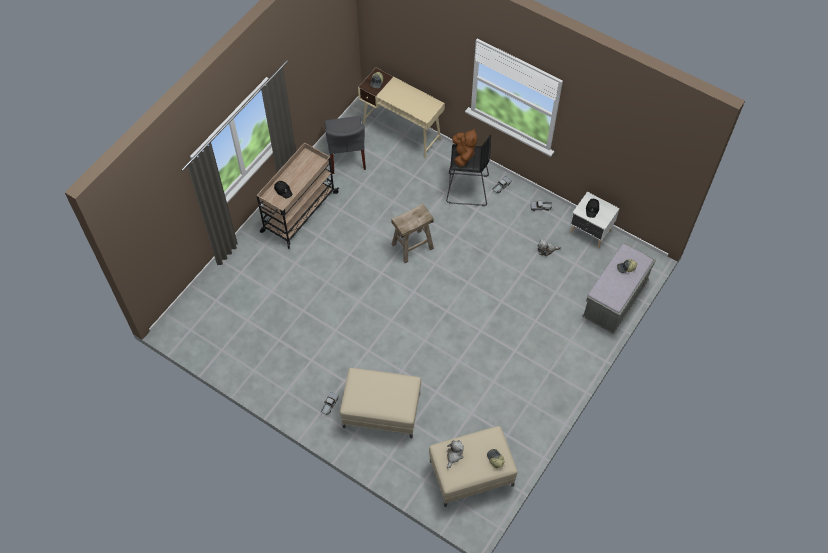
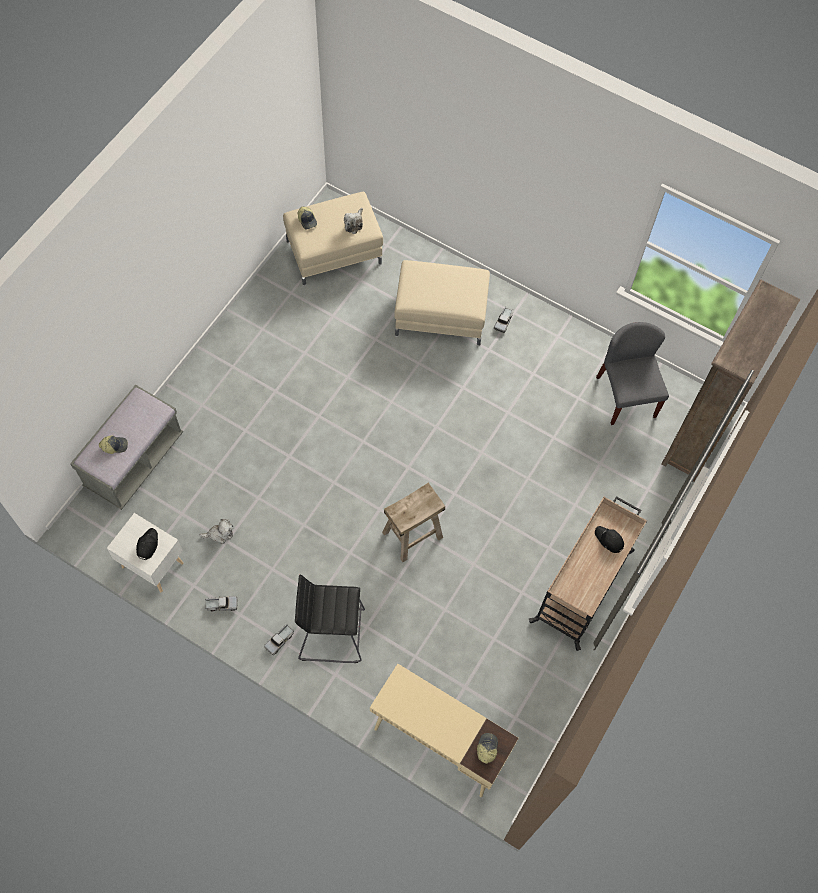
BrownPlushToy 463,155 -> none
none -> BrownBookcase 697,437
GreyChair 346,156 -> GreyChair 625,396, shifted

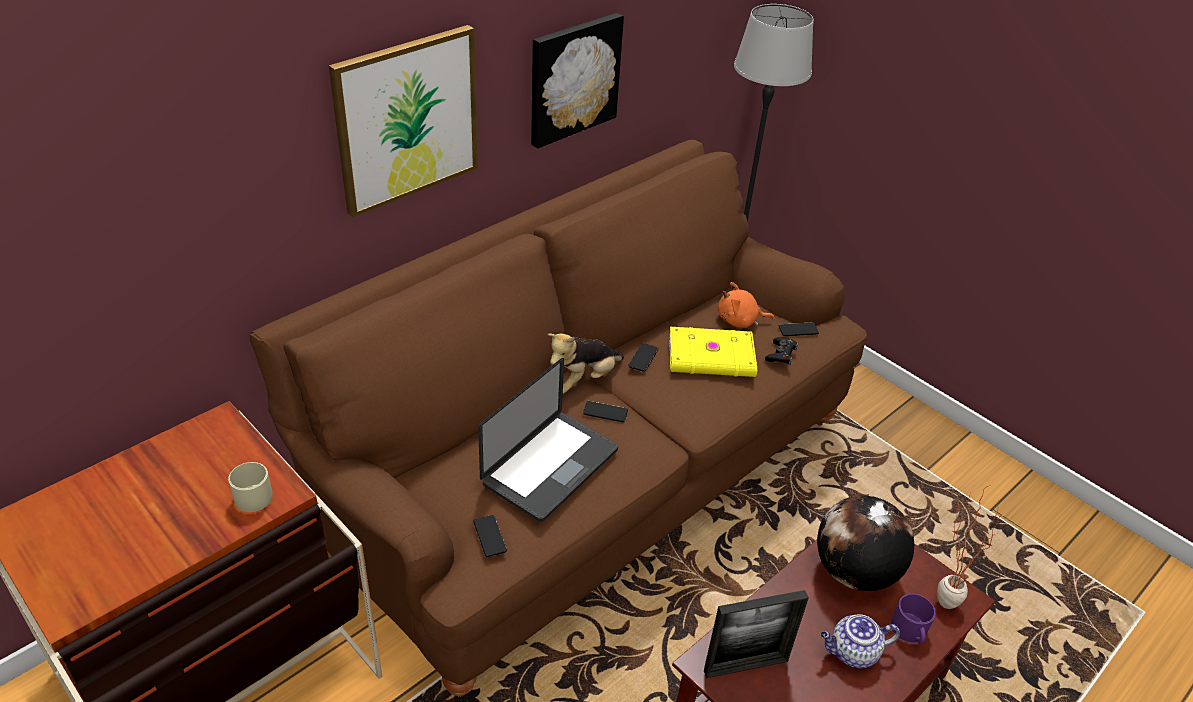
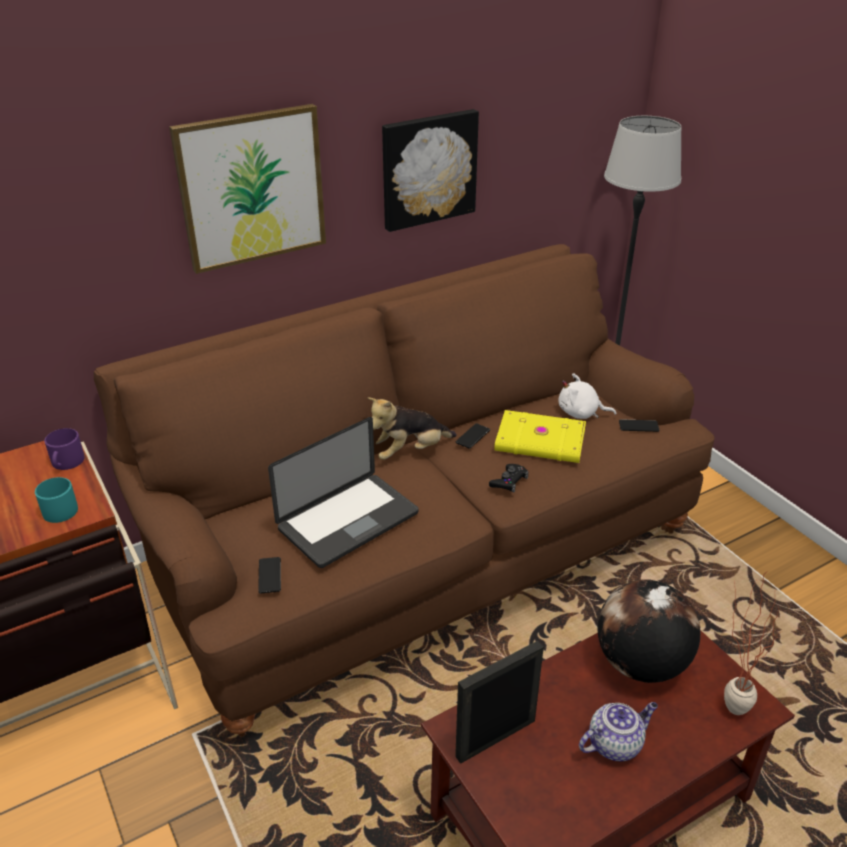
Phone 605,412 -> none
BlackGameController 781,354 -> BlackGameController 509,481, shifted
PurpleMug 910,631 -> PurpleMug 66,463, shifted
BeigeMug 252,494 -> TurquoiseMug 60,508
OrangePlushToy 740,321 -> WhitePlushToy 581,413
PictureFrame 745,666 -> PictureFrame 495,738, 150 degrees clockwise
Teapot 852,653 -> Teapot 615,743, 150 degrees clockwise

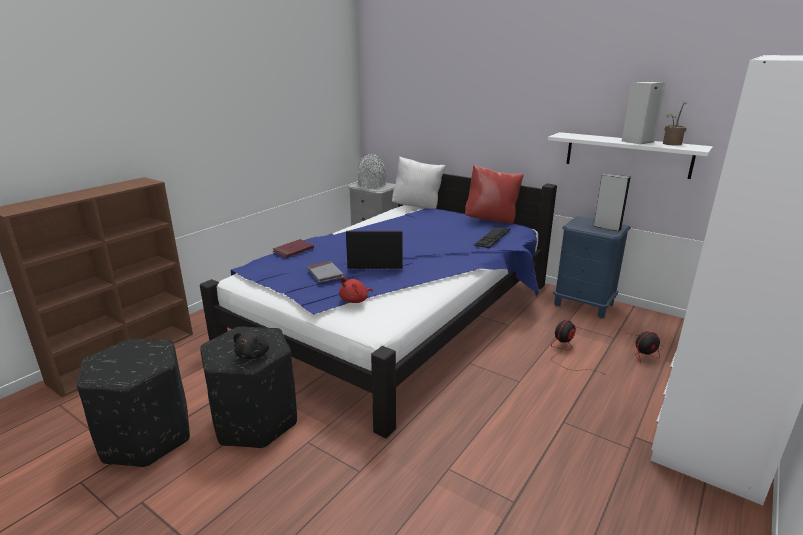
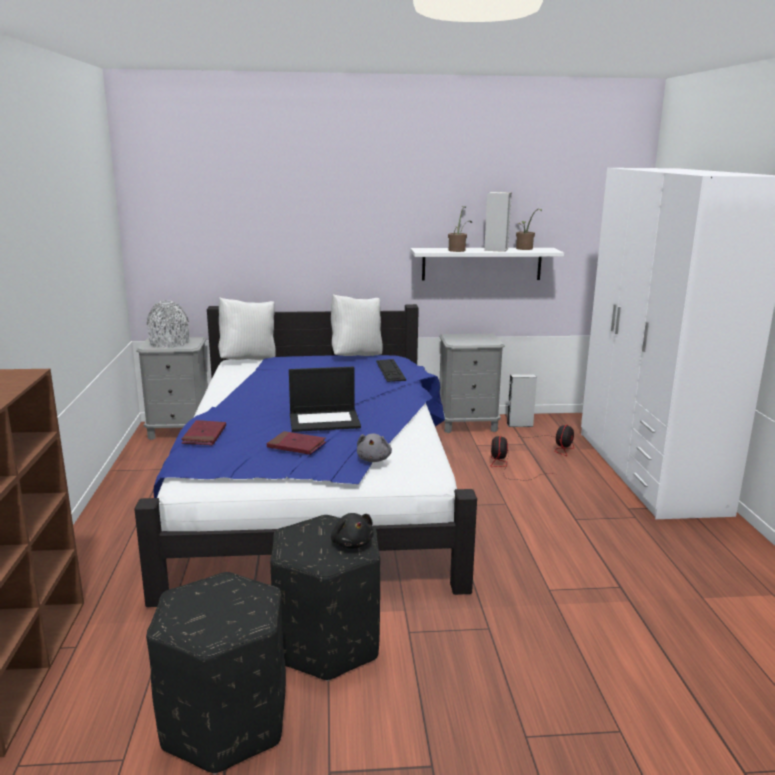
none -> PottedPlant 458,250
GreySpeaker 607,227 -> GreySpeaker 520,425, shifted
GreyBook 325,274 -> RedBook 296,446
RedPlushToy 355,300 -> GreyPlushToy 374,459
RedPillow 491,220 -> WhitePillow 356,356
BlueNightstand 583,304 -> GreyNightstand 468,425
Laptop 375,262 -> Laptop 325,420, 150 degrees counterclockwise

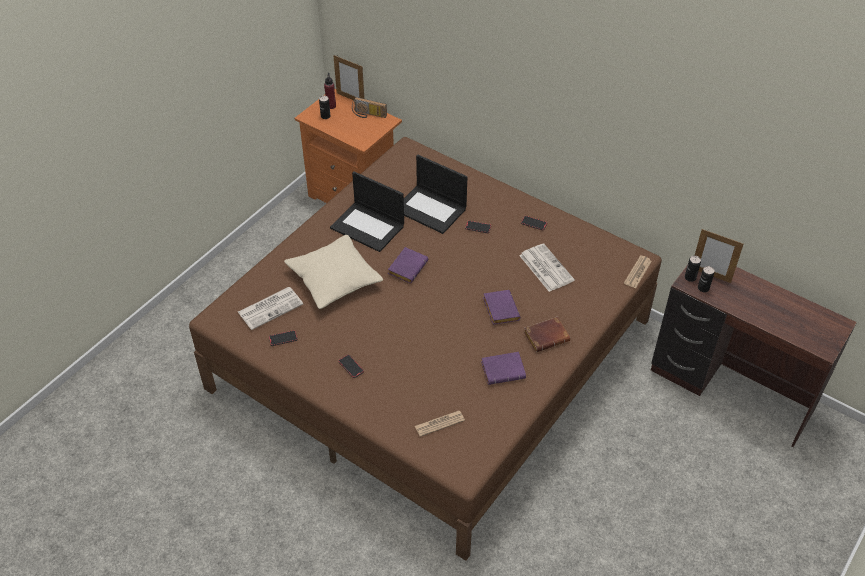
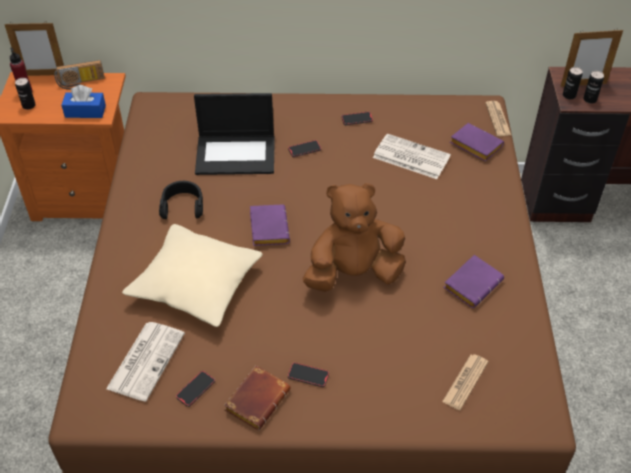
none -> BlueTissueBox 85,111
none -> BrownPlushToy 353,273
PurpleBook 499,309 -> PurpleBook 474,145, shifted
BrownBook 546,336 -> BrownBook 257,399, shifted
Laptop 368,227 -> BlackHeadphones 182,205

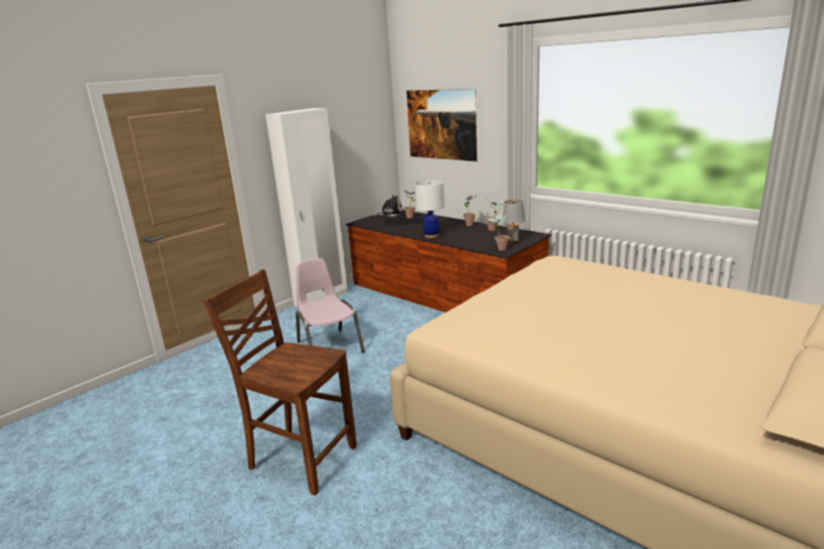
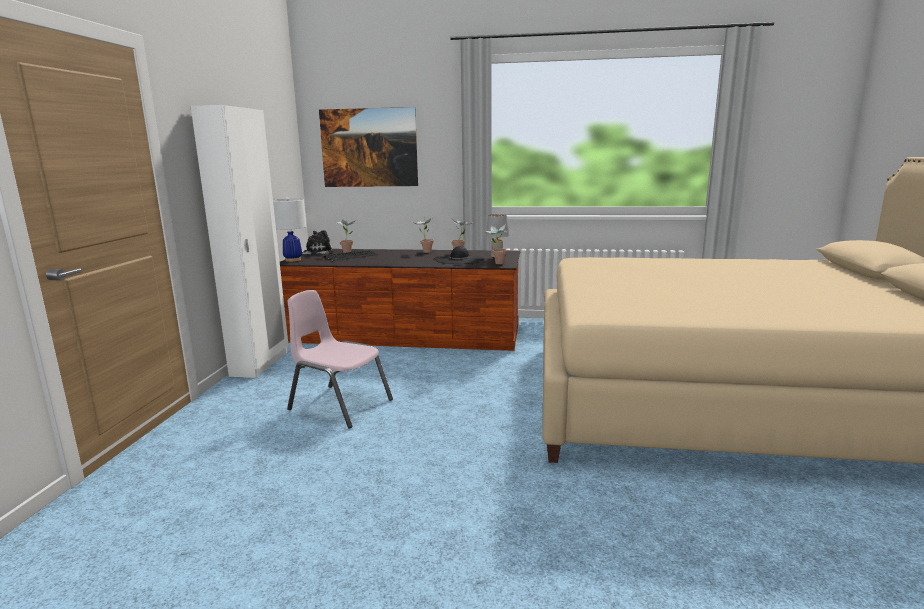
BrownChair 300,458 -> none
none -> BlackHat 460,260
WhiteTableLamp 431,236 -> WhiteTableLamp 293,260, shifted

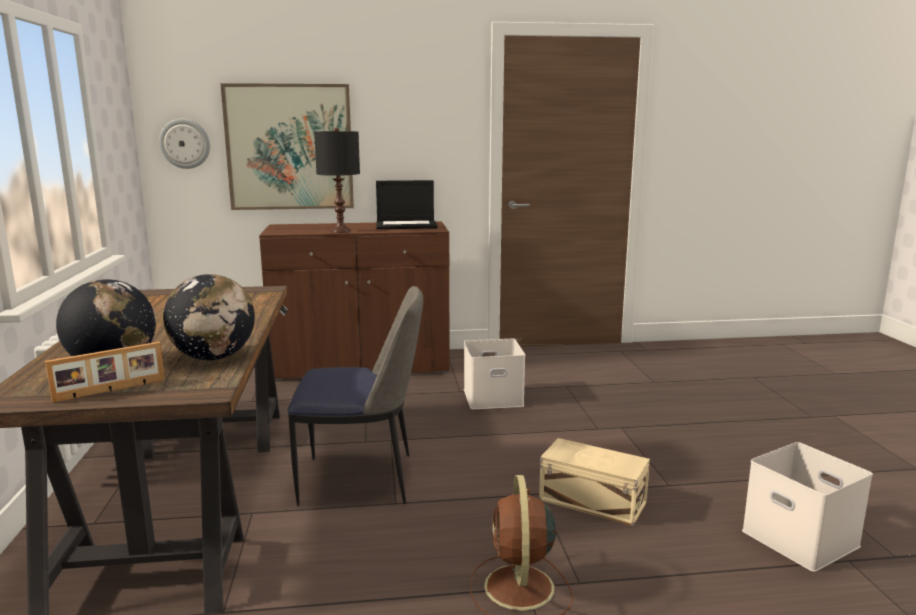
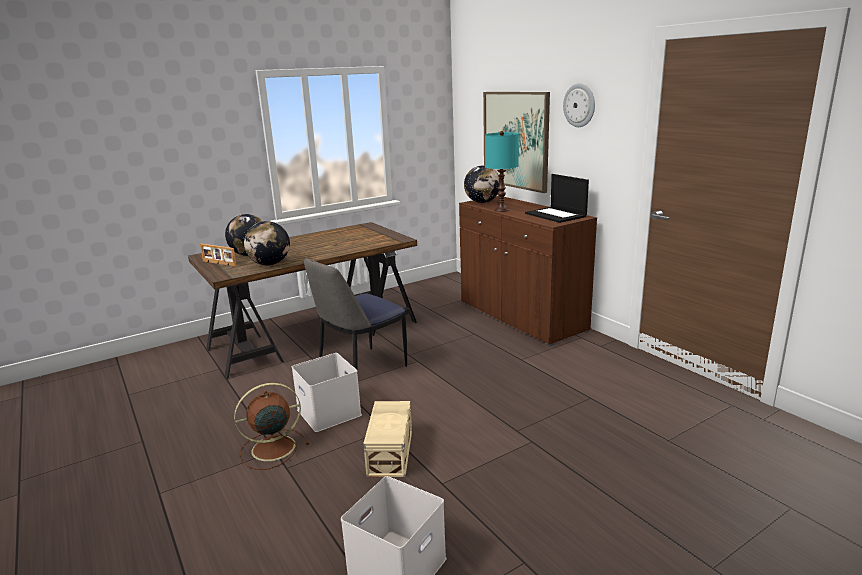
none -> Globe 482,202
WallClock 185,143 -> WallClock 579,105, shifted
WhiteStorageBox 494,397 -> WhiteStorageBox 330,412, shifted
BlackTableLamp 340,231 -> TurquoiseTableLamp 501,210
Chair 361,479 -> Chair 360,369, 75 degrees clockwise

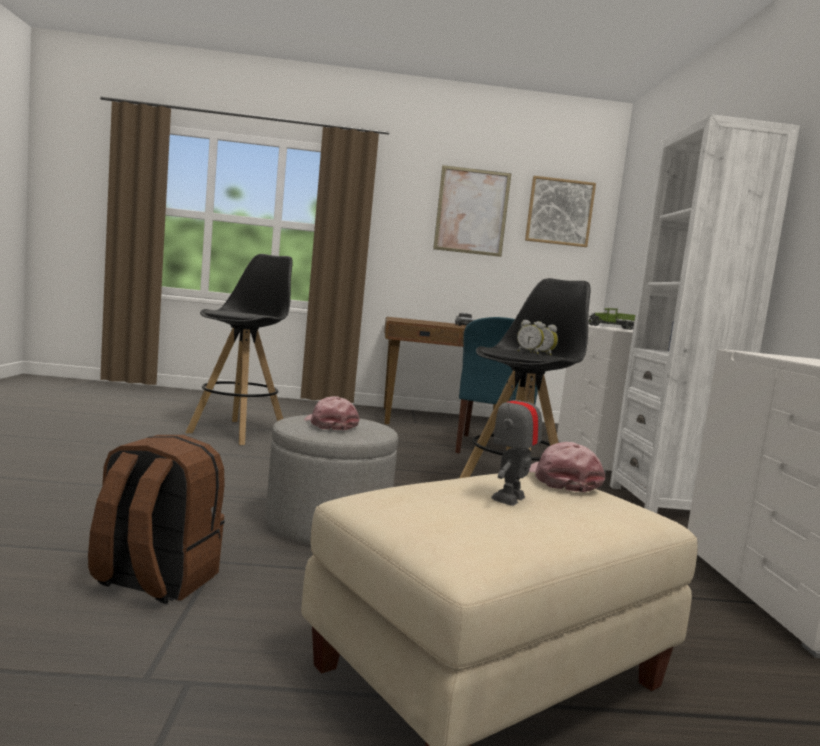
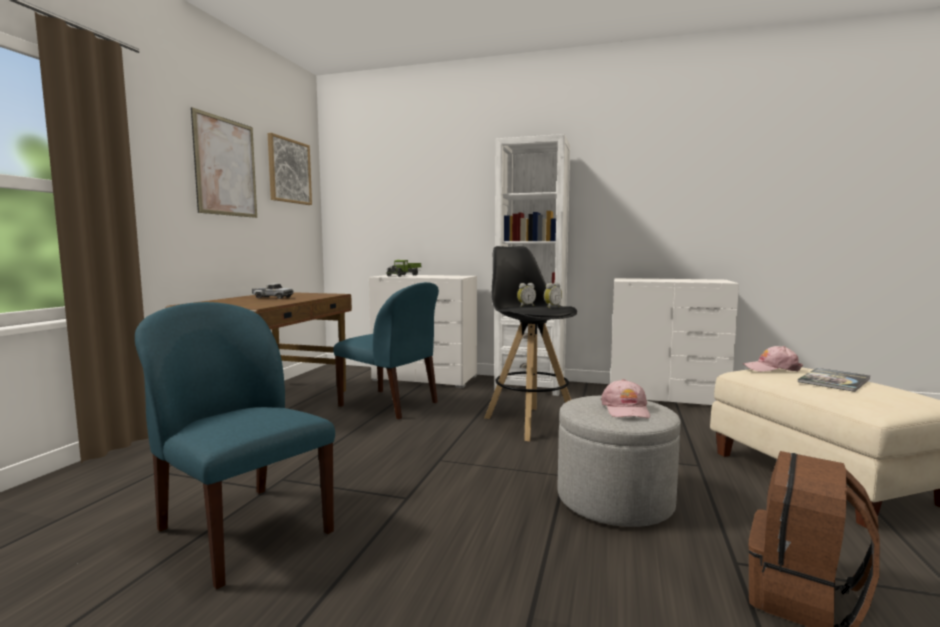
BlackStool 239,431 -> BlueChair 242,530
ToyRobot 509,498 -> Book 834,381
PinkCap 330,424 -> PinkCap 626,409, 75 degrees counterclockwise

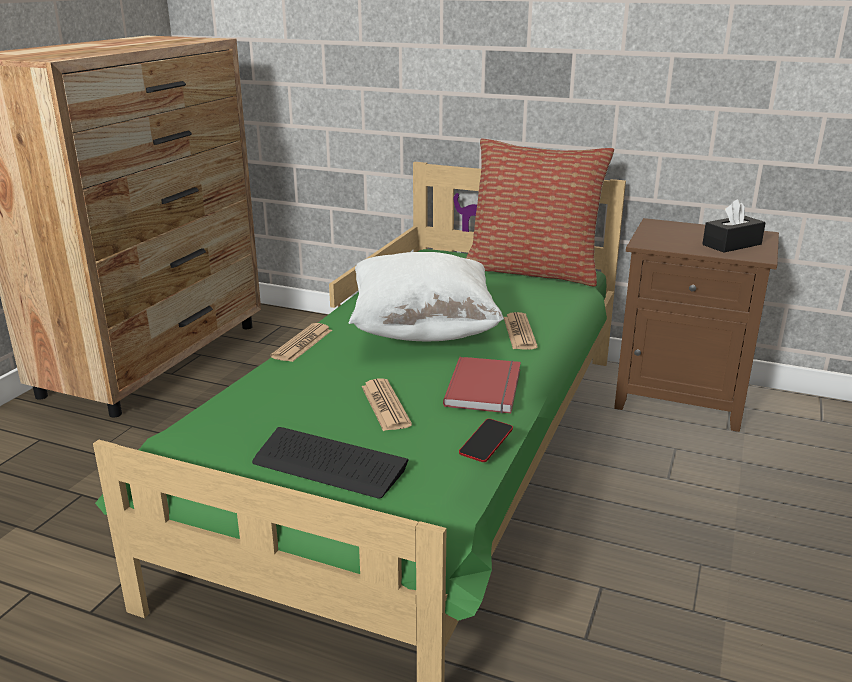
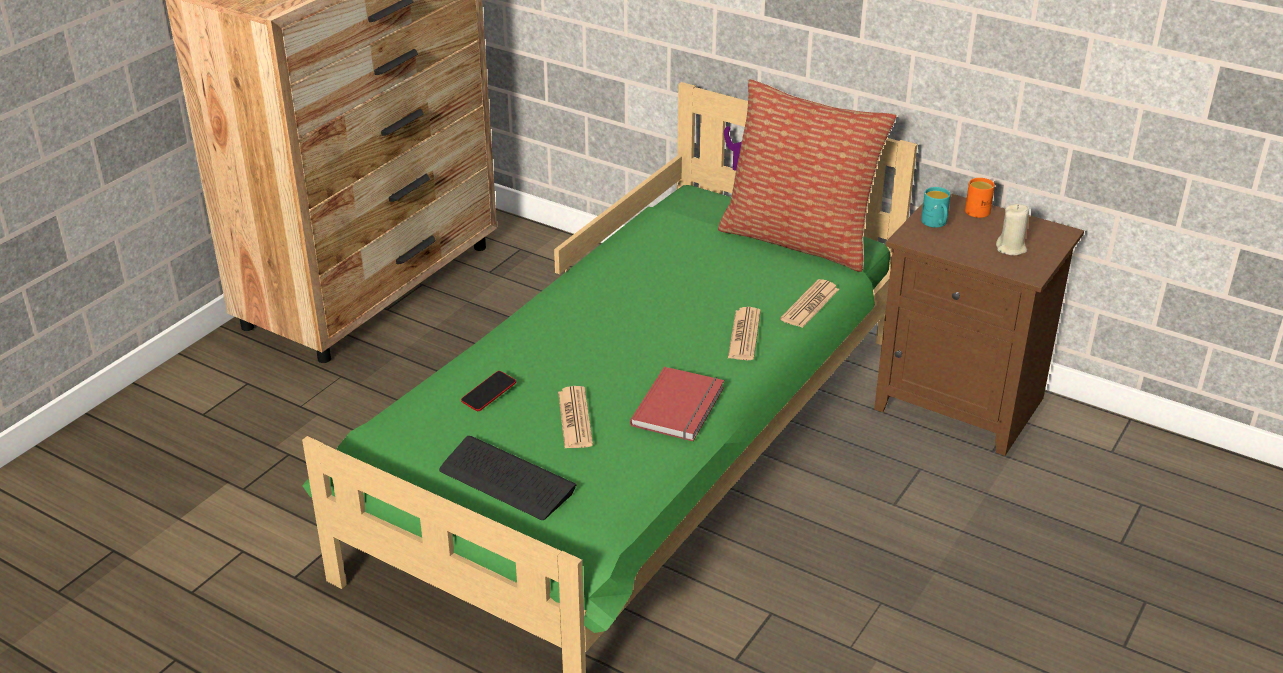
WhitePillow 423,331 -> none
none -> TurquoiseMug 936,224
none -> OrangeMug 978,209
Newspaper 302,343 -> Newspaper 810,304, shifted
Phone 486,444 -> Phone 489,394, shifted
BlackTissueBox 731,244 -> BeigeCandle 1011,248

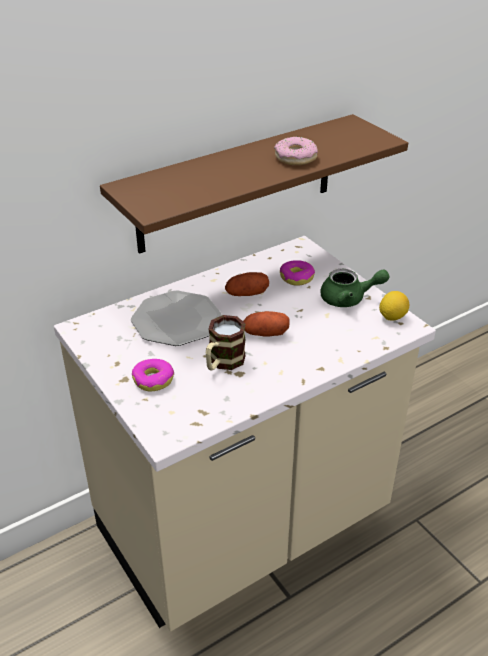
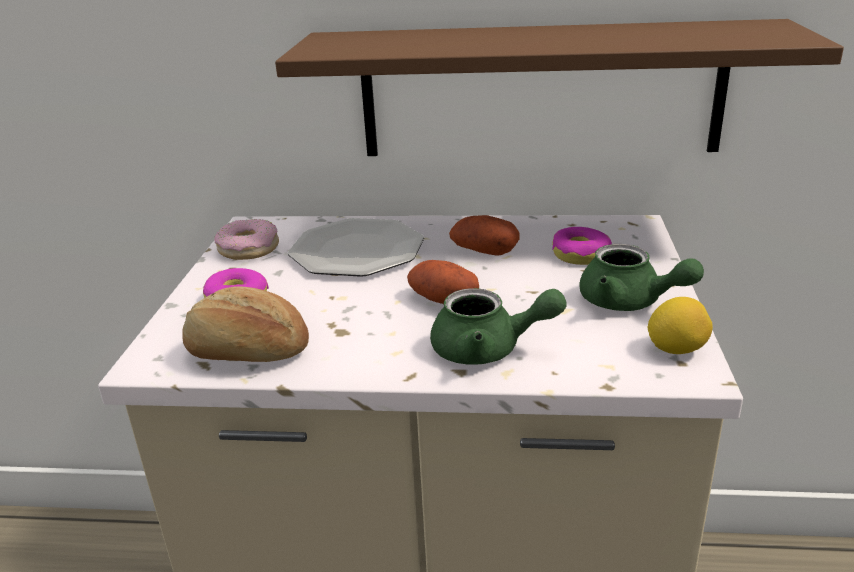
Mug 223,362 -> none
none -> Bread 247,353
none -> GreenTeapot 488,350
Donut 295,158 -> Donut 249,249, shifted

